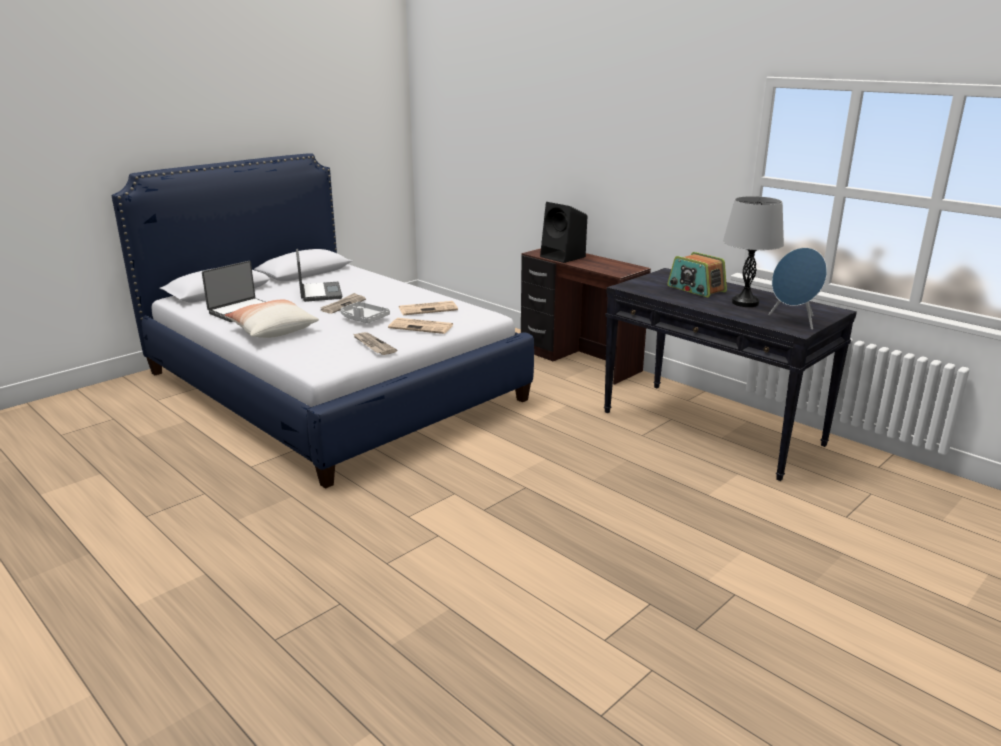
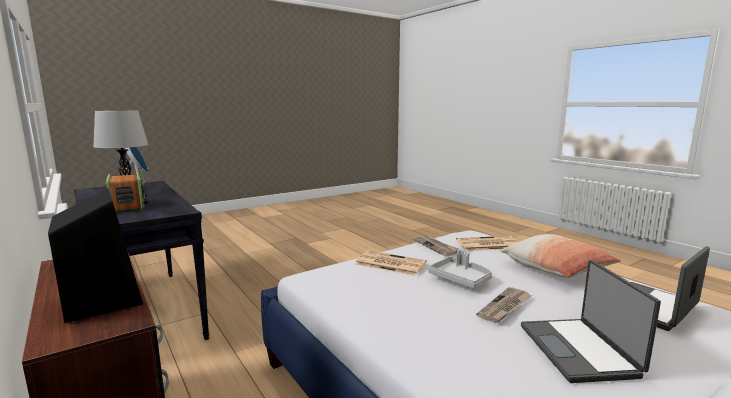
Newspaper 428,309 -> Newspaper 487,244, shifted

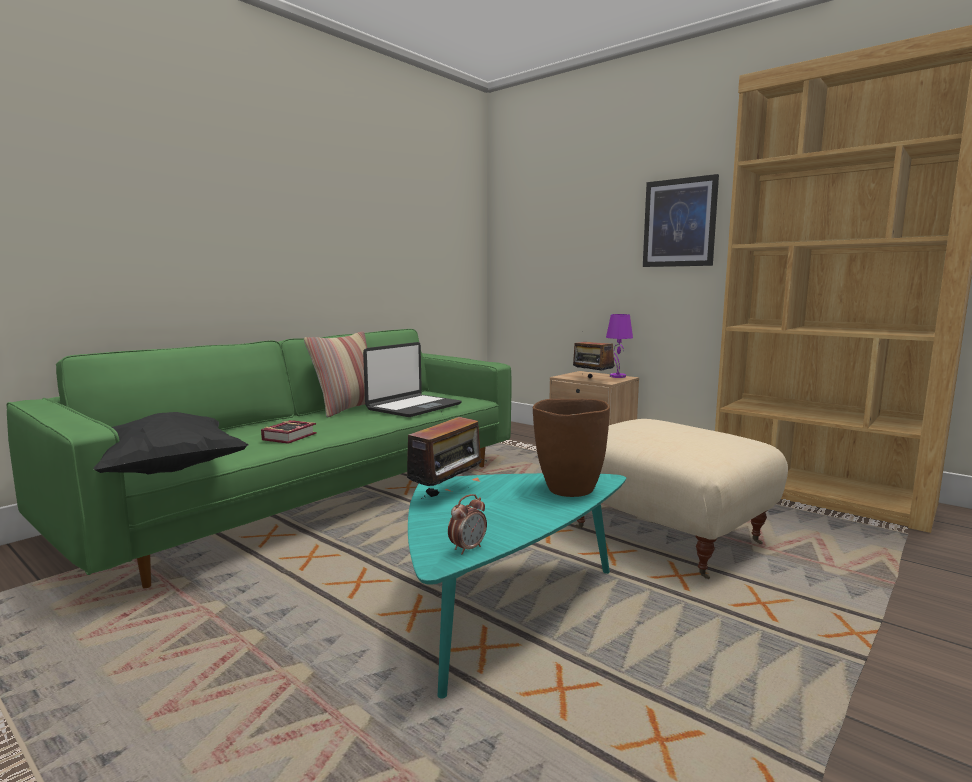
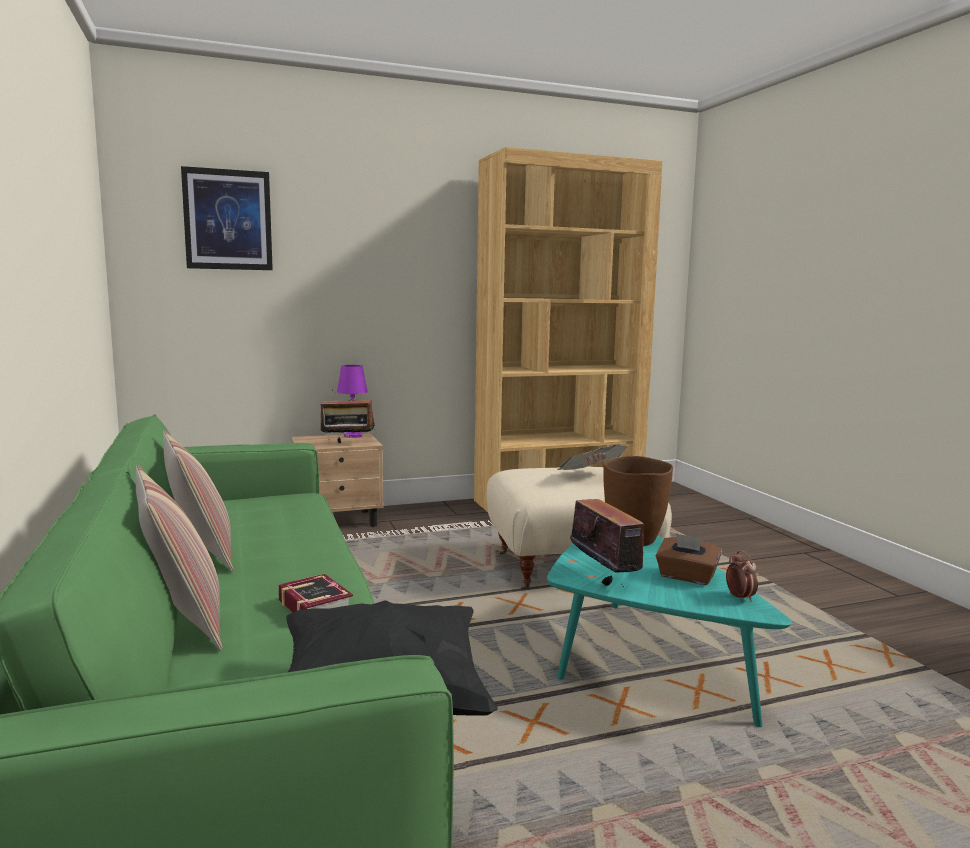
Laptop 413,407 -> none
none -> Pillow 183,622
none -> Newspaper 590,476
none -> BrownTissueBox 686,577
Picture 679,223 -> Picture 228,220, shifted

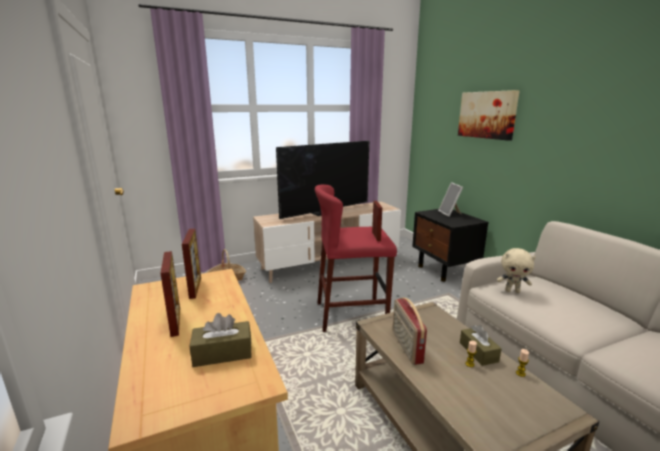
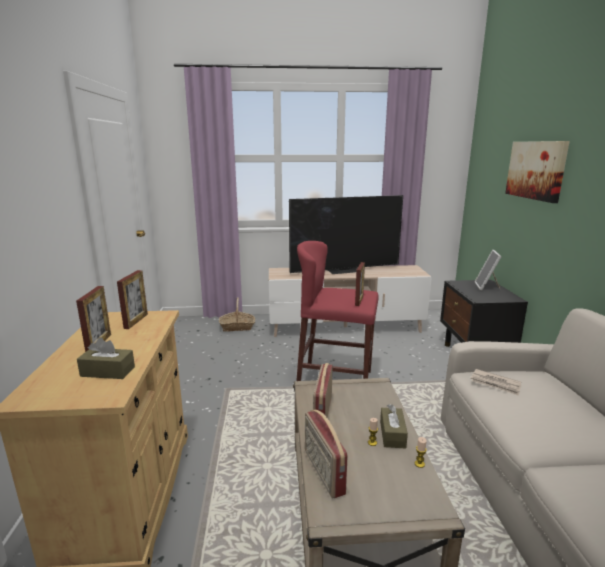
none -> Radio 323,472
BeigePlushToy 512,291 -> Newspaper 495,384

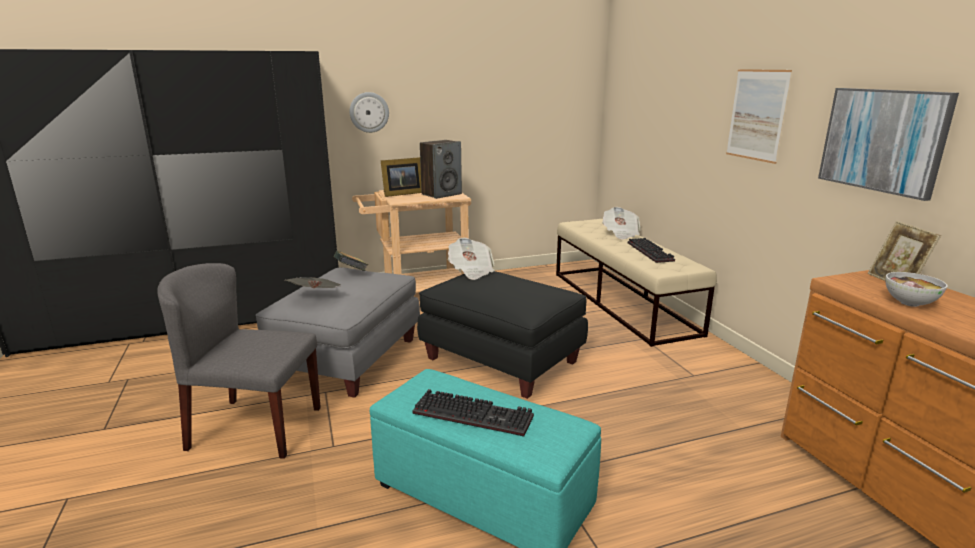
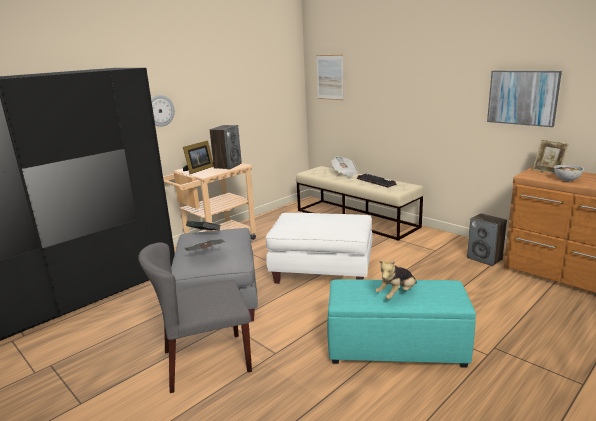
Newspaper 471,271 -> none
none -> Speaker 485,258
Picture 757,115 -> Picture 330,77, shifted
Keyboard 475,414 -> PlushToy 397,294
BlackOttoman 502,360 -> WhiteOttoman 323,271

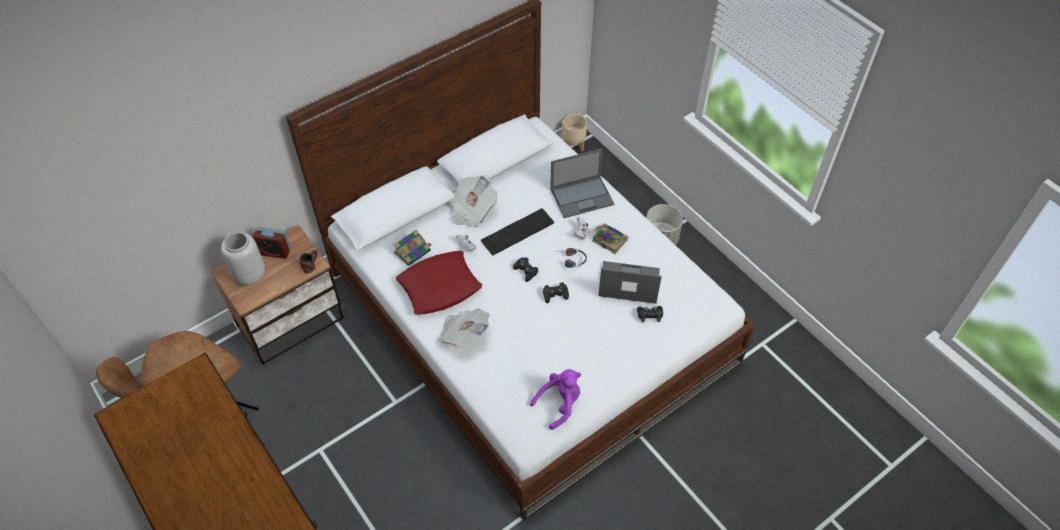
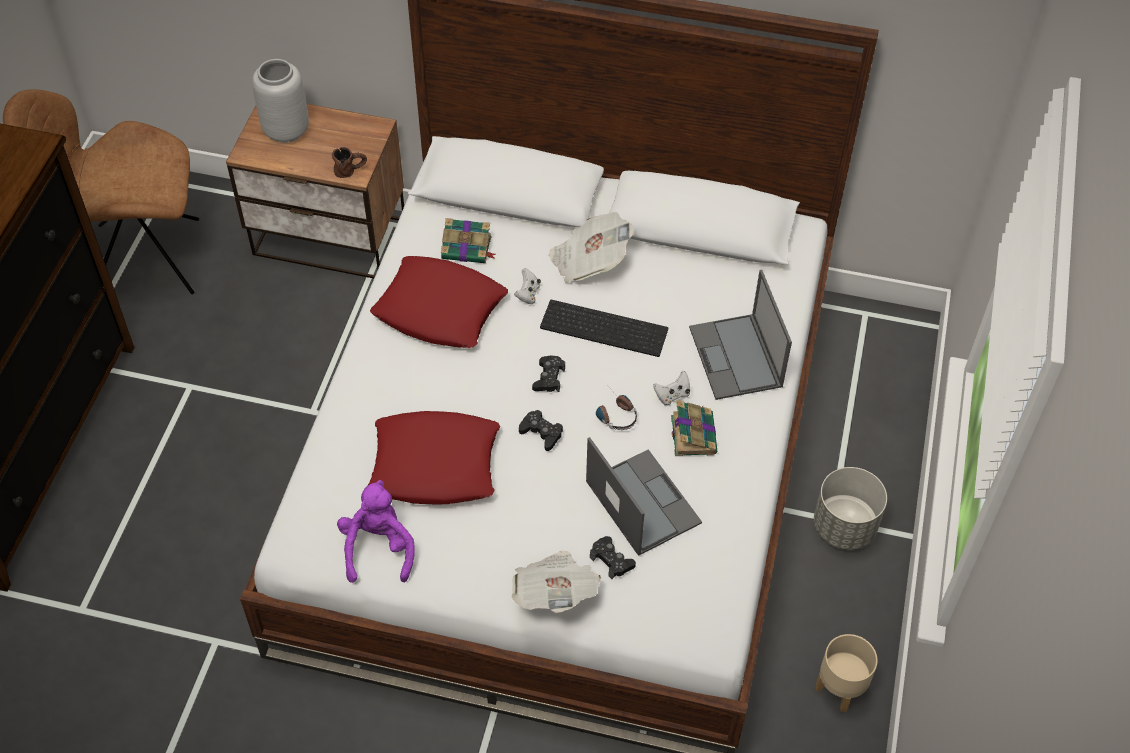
AlarmClock 275,251 -> none
none -> RedPillow 435,465
Newspaper 464,334 -> Newspaper 555,593, shifted
BeigePlanter 573,145 -> BeigePlanter 841,687, shifted
PurplePlushToy 559,403 -> PurplePlushToy 378,548, 105 degrees counterclockwise
Laptop 582,196 -> Laptop 736,358, 45 degrees clockwise

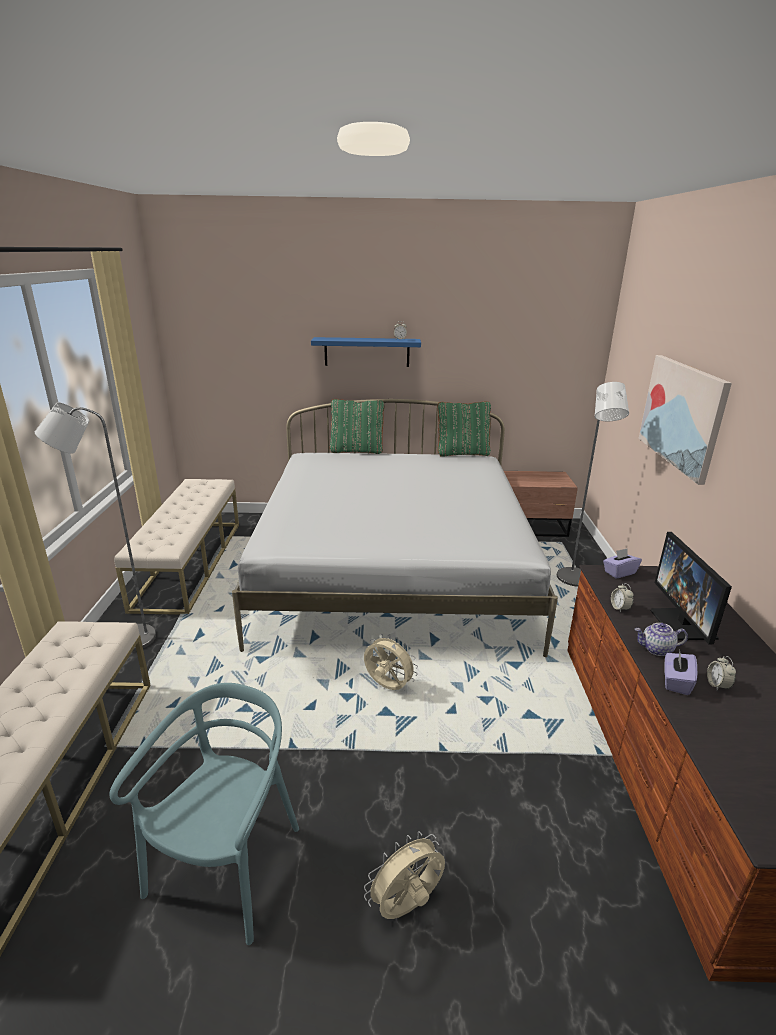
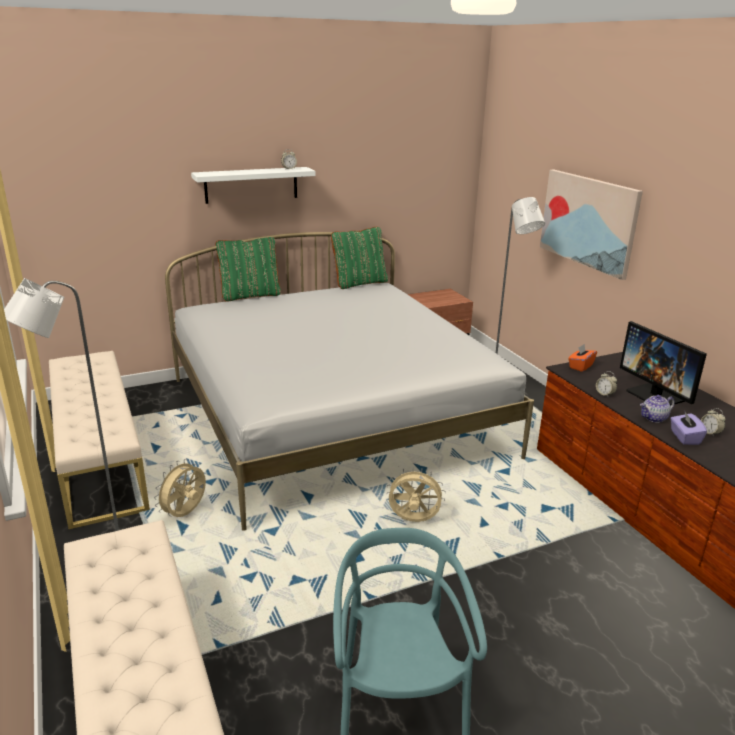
BeigeFan 407,906 -> BeigeFan 185,514, shifted
BlueShelf 367,352 -> WhiteShelf 251,185
PurpleTissueBox 619,572 -> OrangeTissueBox 580,366

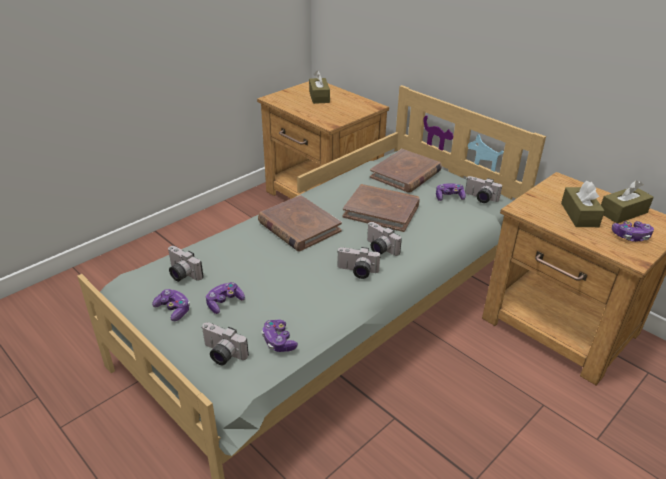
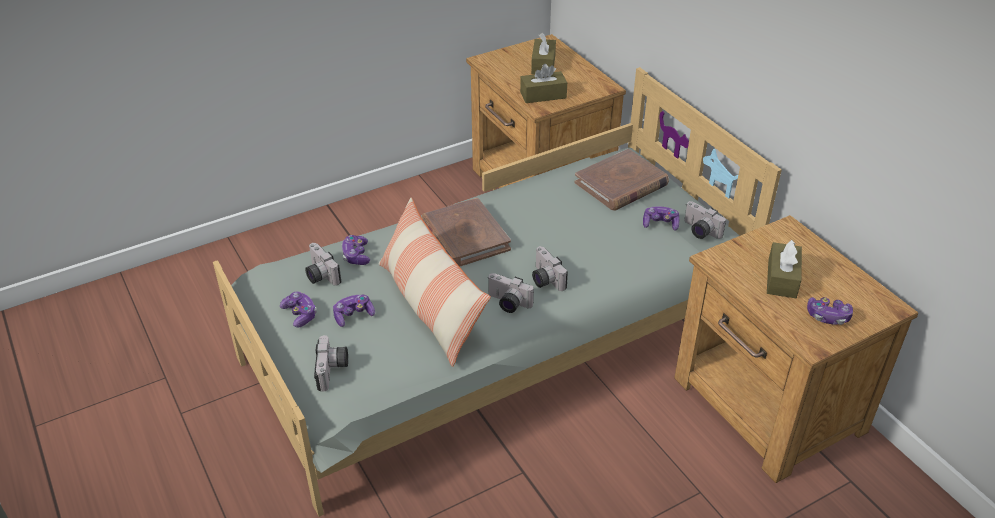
BrownBook 381,210 -> none
none -> Pillow 430,306
GameController 278,341 -> GameController 356,255, shifted
BrownTissueBox 623,212 -> BrownTissueBox 543,95, shifted
PhotoCamera 221,354 -> PhotoCamera 333,371, 135 degrees counterclockwise

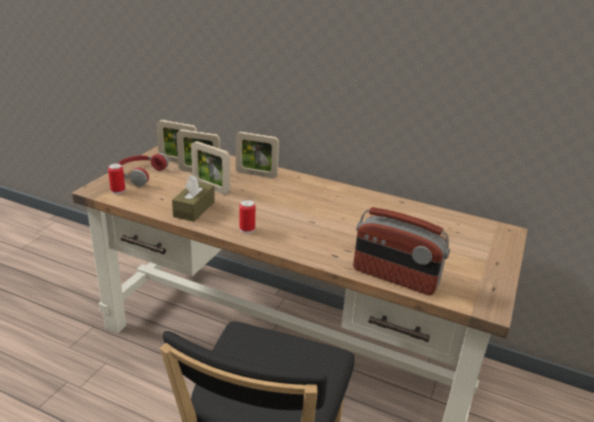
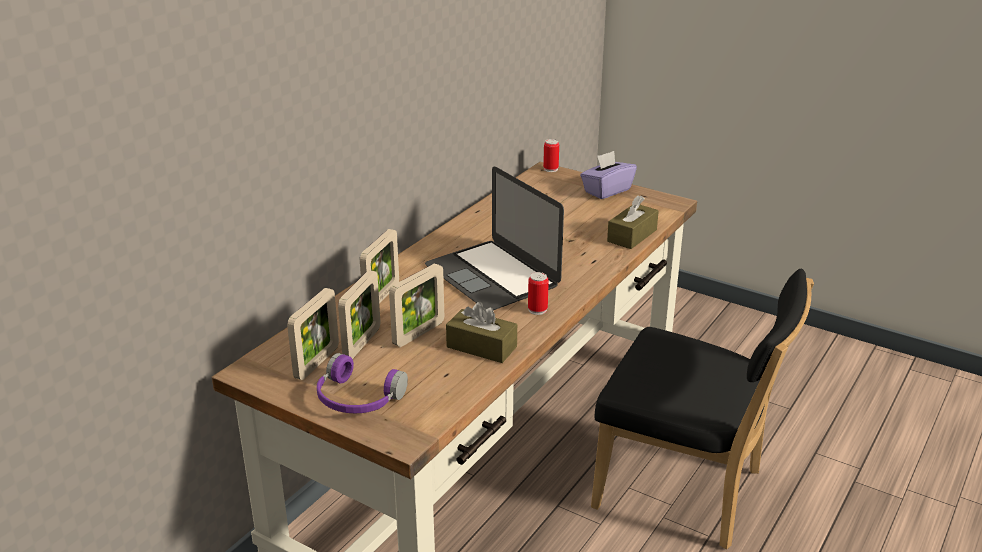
none -> Laptop 492,275
none -> PurpleTissueBox 606,190
Can 118,191 -> Can 550,169, shifted
Radio 394,277 -> BrownTissueBox 632,236
RedHeadphones 139,174 -> PurpleHeadphones 357,399

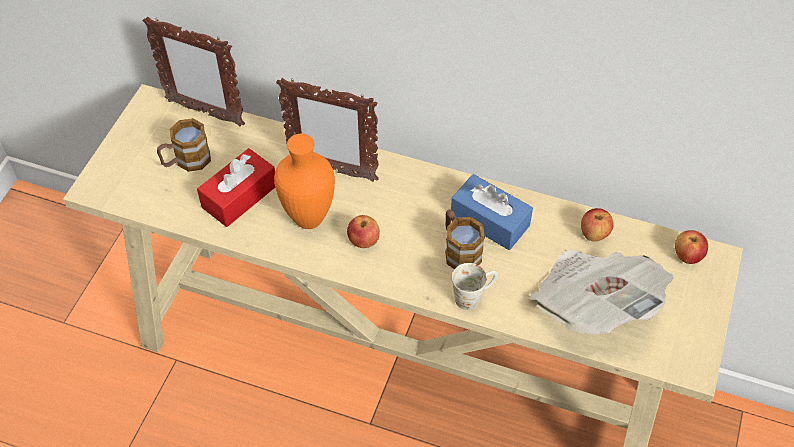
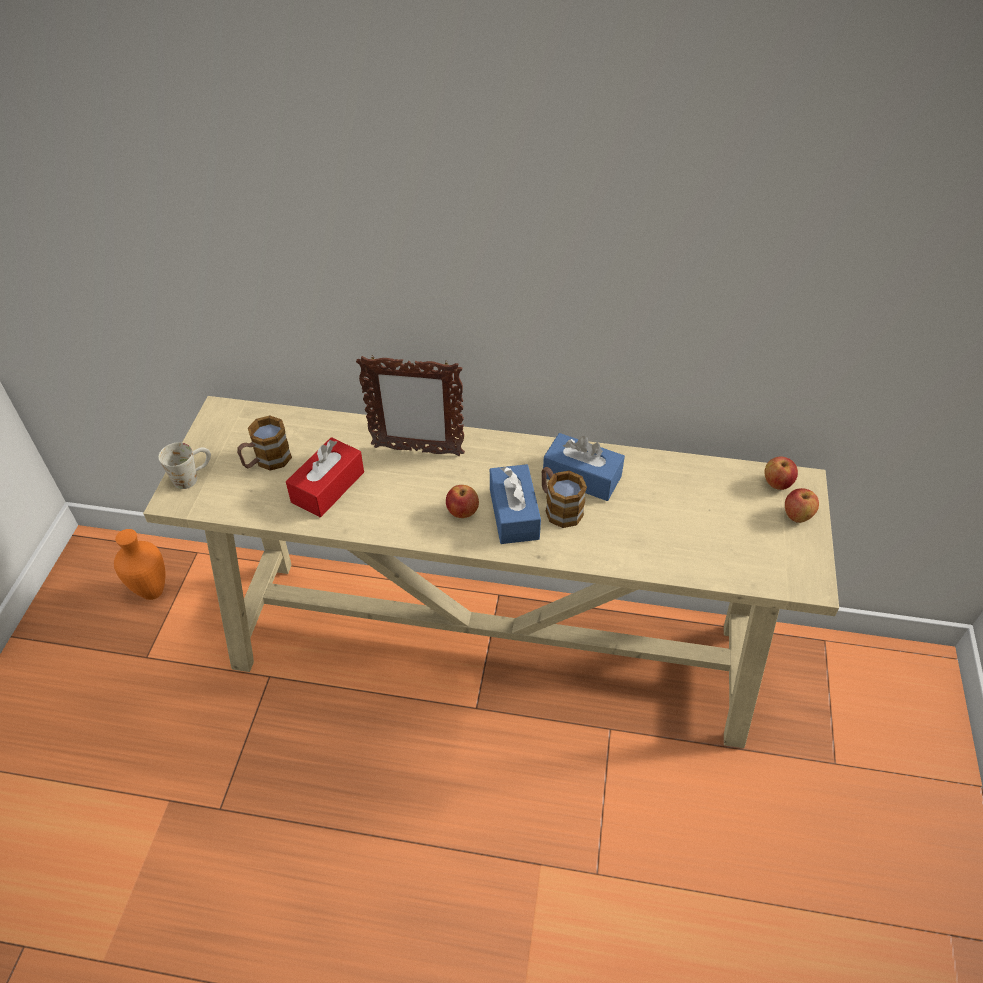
PictureFrame 204,112 -> none
Newspaper 593,305 -> none
none -> BlueTissueBox 514,514
OrangeVase 310,217 -> OrangeVase 153,590, shifted
WhiteMug 474,296 -> WhiteMug 192,476, shifted
Apple 594,234 -> Apple 797,515, shifted

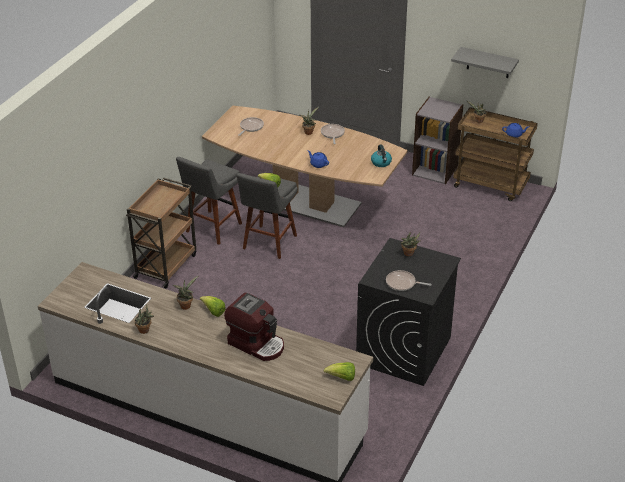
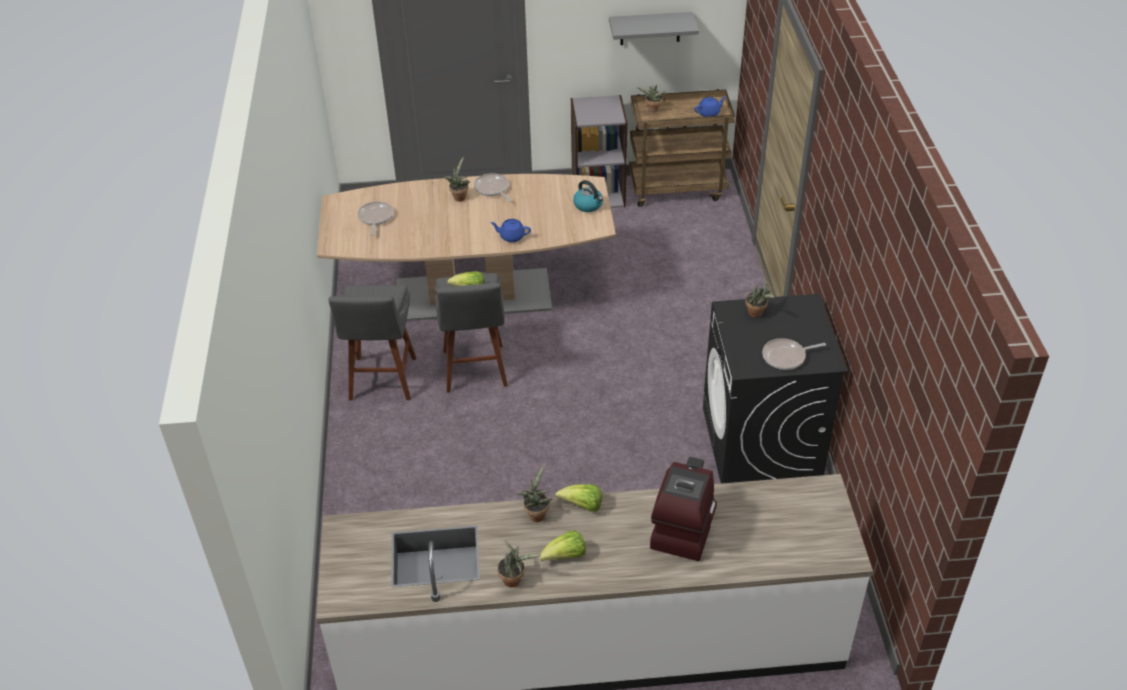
BrownCart 166,265 -> none
Lettuce 342,377 -> Lettuce 565,556, shifted
CoffeeMachine 257,343 -> CoffeeMachine 683,526, 75 degrees counterclockwise

